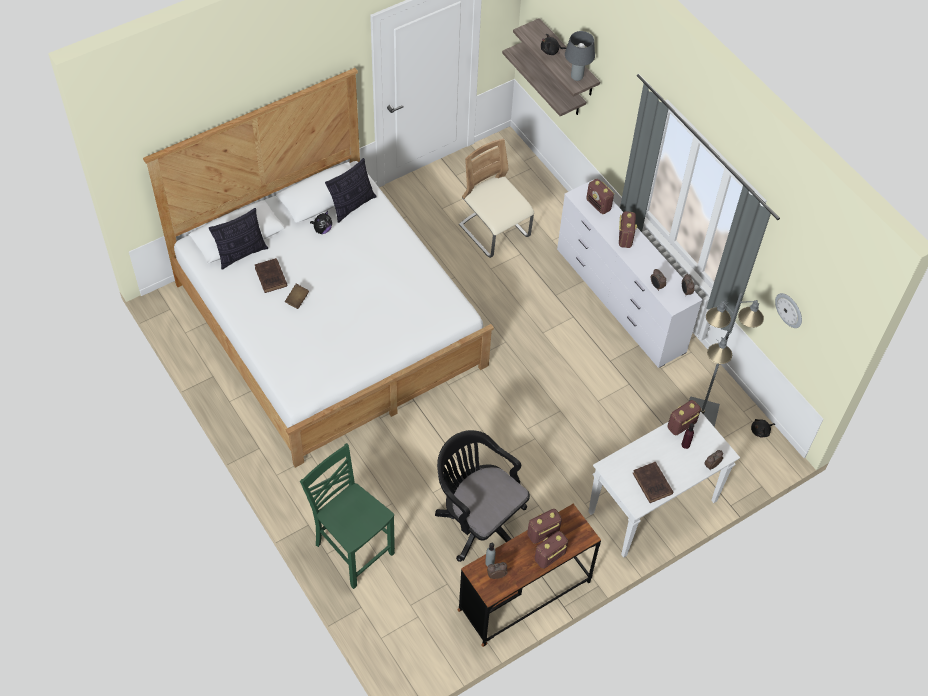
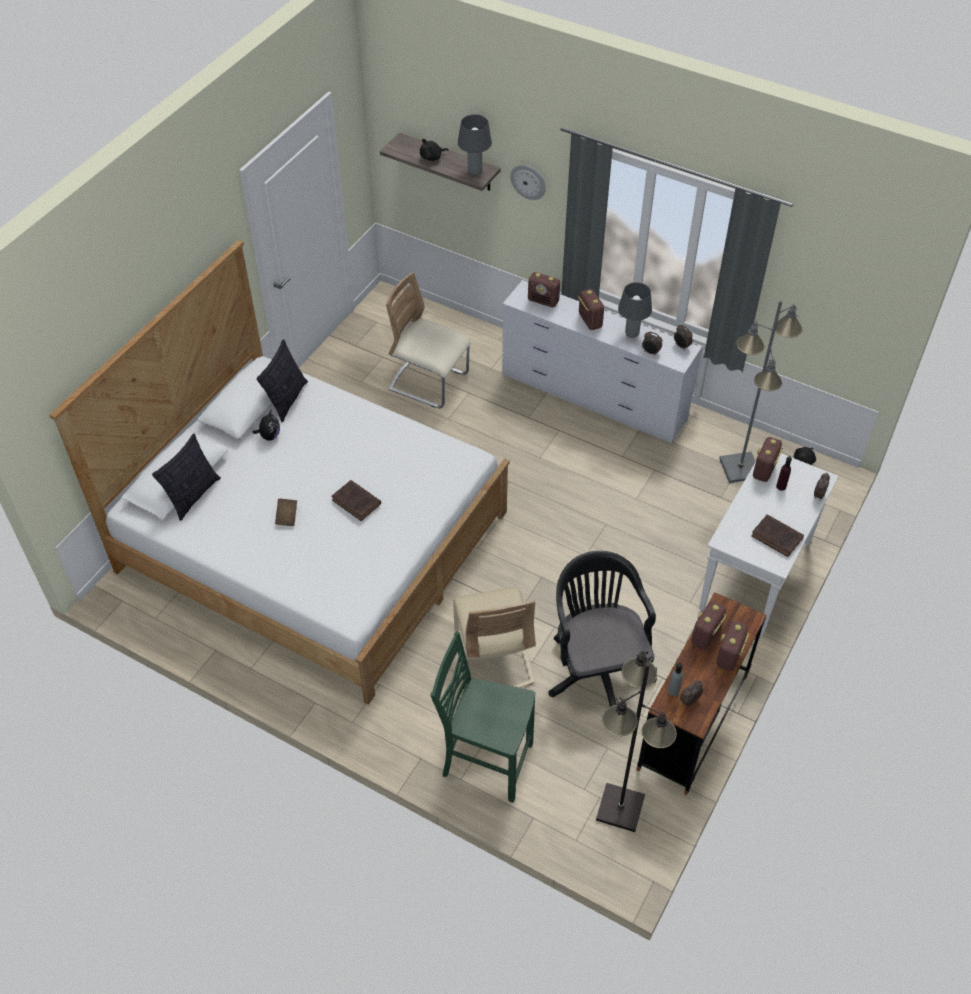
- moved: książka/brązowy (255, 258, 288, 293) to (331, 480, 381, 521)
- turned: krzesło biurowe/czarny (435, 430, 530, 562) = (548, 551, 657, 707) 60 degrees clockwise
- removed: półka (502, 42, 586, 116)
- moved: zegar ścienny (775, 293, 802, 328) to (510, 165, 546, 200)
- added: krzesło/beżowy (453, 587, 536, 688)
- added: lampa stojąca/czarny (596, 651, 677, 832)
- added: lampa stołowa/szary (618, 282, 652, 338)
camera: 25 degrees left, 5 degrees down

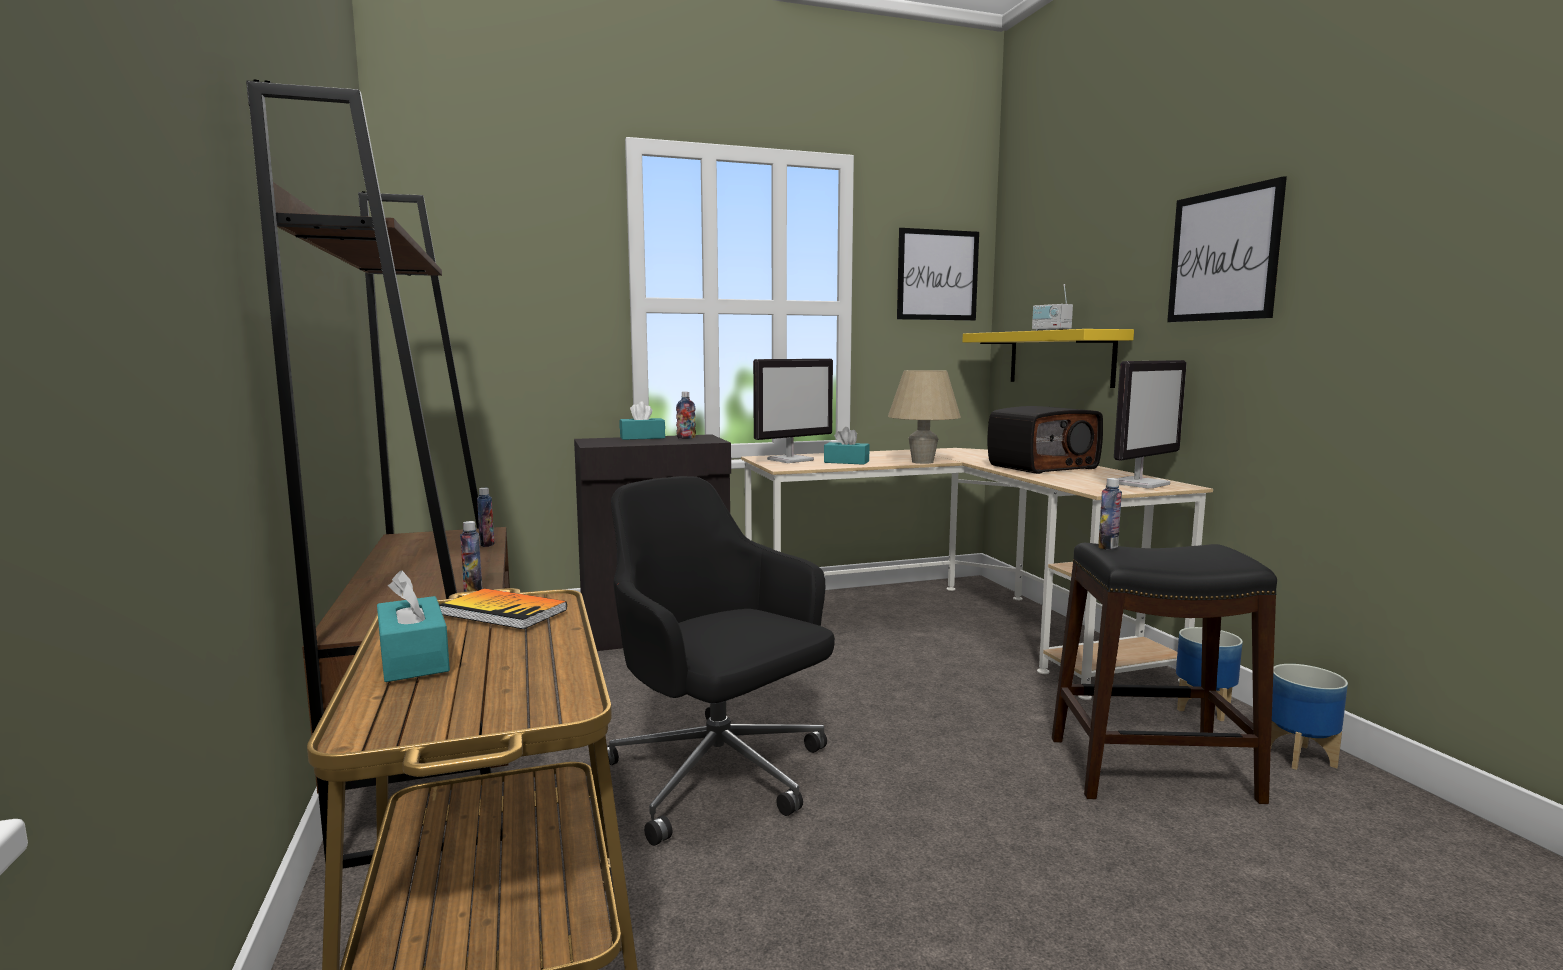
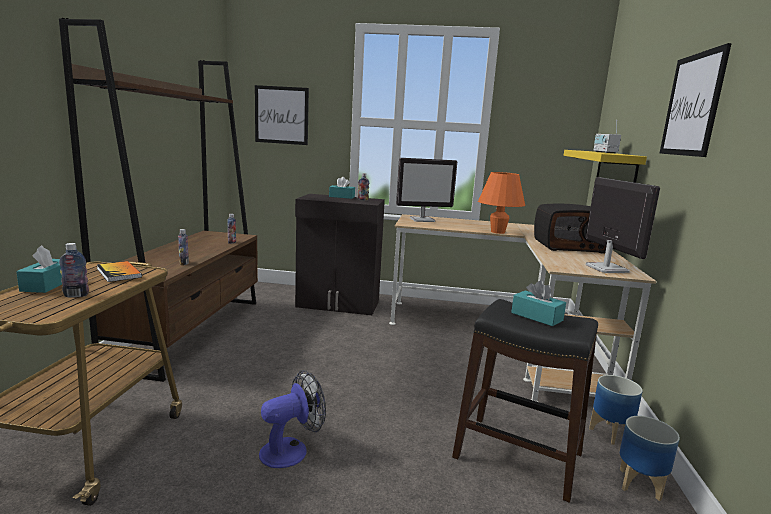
- removed: krzesło biurowe/czarny (607, 476, 835, 846)
- moved: pudełko chusteczek/turkusowy (824, 427, 870, 465) to (511, 280, 566, 326)
- recoloured: lampa stołowa/beżowy (888, 370, 961, 464) to lampa stołowa/pomarańczowy (478, 172, 525, 234)
- moved: obraz (897, 228, 979, 321) to (255, 85, 309, 145)
- moved: butelka (1098, 478, 1122, 549) to (59, 243, 89, 298)
- turned: monitor (1114, 360, 1187, 489) = (586, 177, 660, 273) 90 degrees counterclockwise
- added: wentylator (259, 370, 326, 468)
camera: 25 degrees right, 5 degrees up

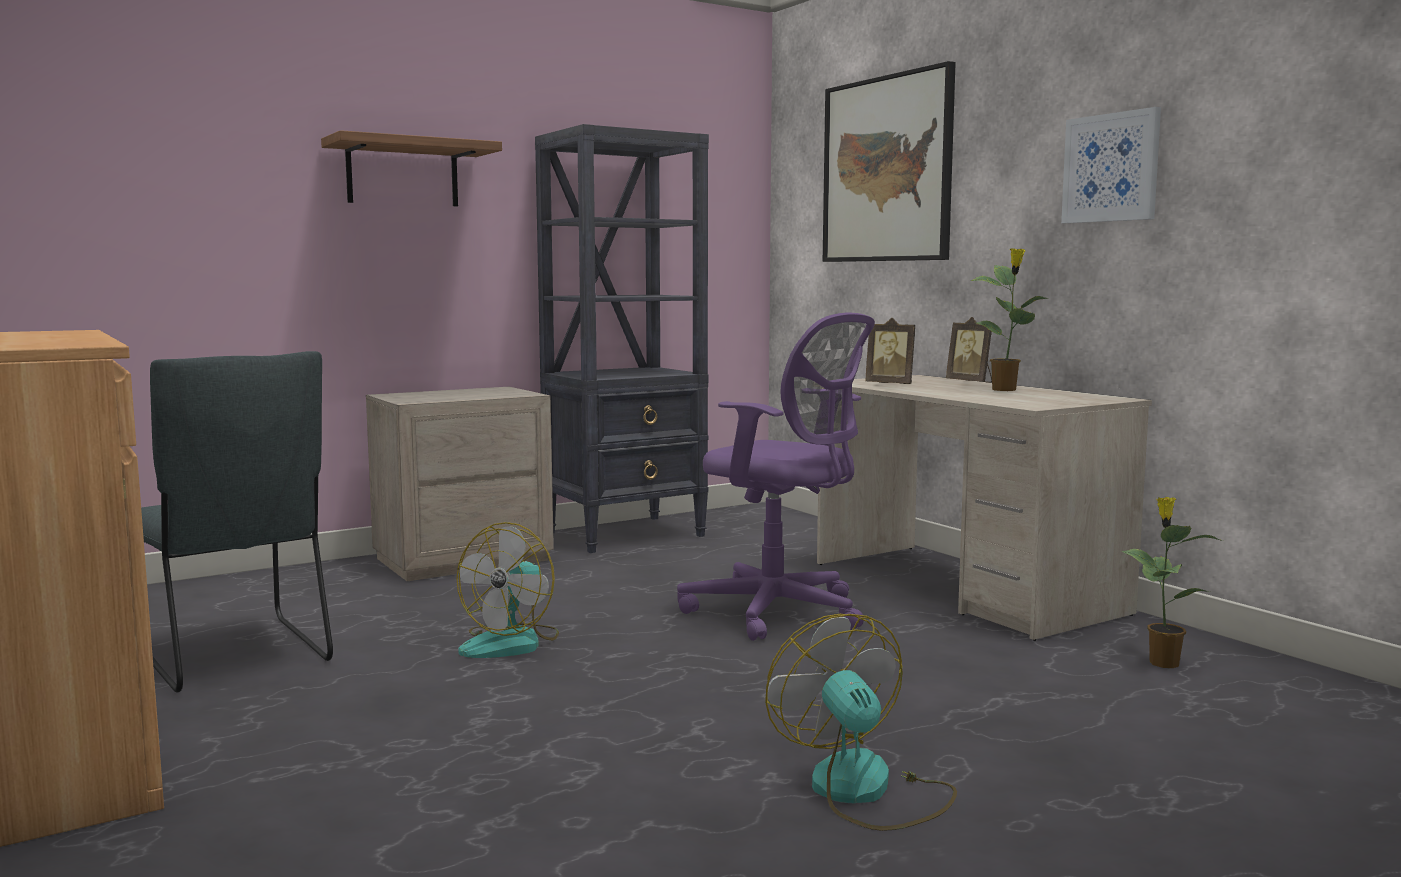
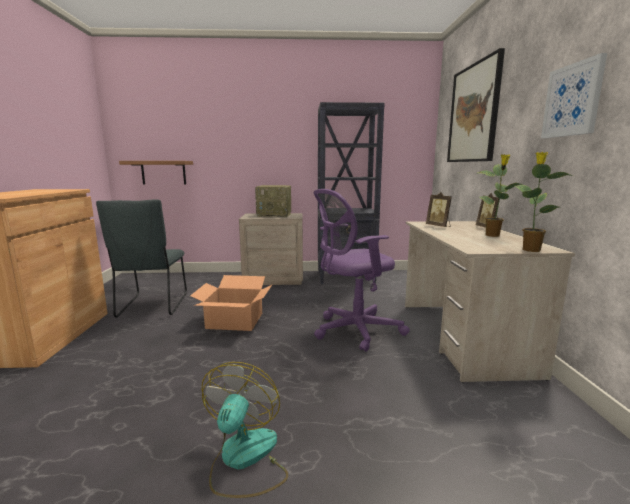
- moved: półka (321, 130, 502, 206) to (119, 161, 193, 185)
- replaced: wentylator (456, 522, 559, 658) to karton (190, 275, 273, 331)
- turned: krzesło biurowe/fioletowy (677, 313, 875, 641) = (314, 189, 410, 352) 90 degrees clockwise
- moved: roślina doniczkowa (1121, 497, 1223, 668) to (514, 152, 573, 252)
- added: radio (255, 185, 291, 217)
camera: 30 degrees right, 5 degrees up

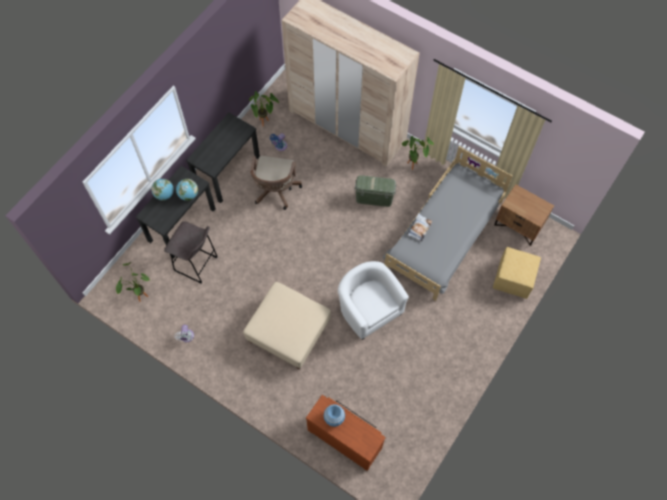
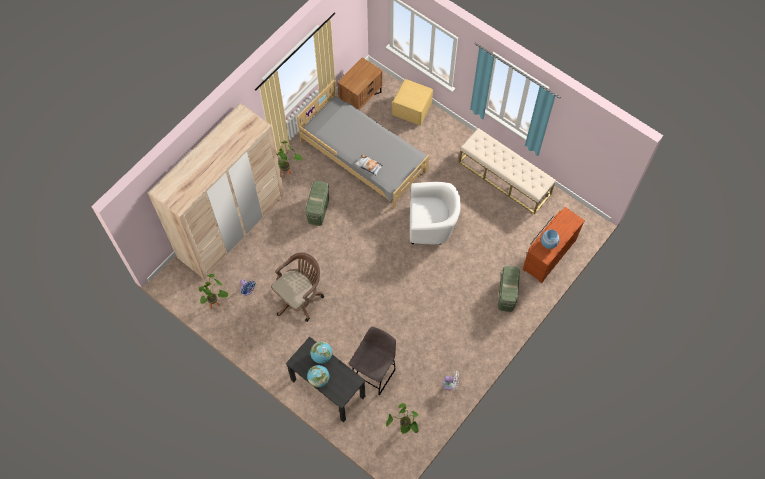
- removed: biurko/czarny (186, 113, 260, 203)
- removed: pufa/beżowy (243, 282, 331, 369)
- turned: krzesło biurowe/brązowy (250, 156, 302, 210) = (271, 253, 324, 322) 60 degrees counterclockwise
- turned: fotel/biały (338, 261, 409, 340) = (410, 182, 460, 244) 150 degrees counterclockwise
- added: ławka/beżowy (459, 128, 556, 214)
- added: pojemnik do przechowywania/zielony (498, 266, 520, 312)
camera: 85 degrees left, 0 degrees up

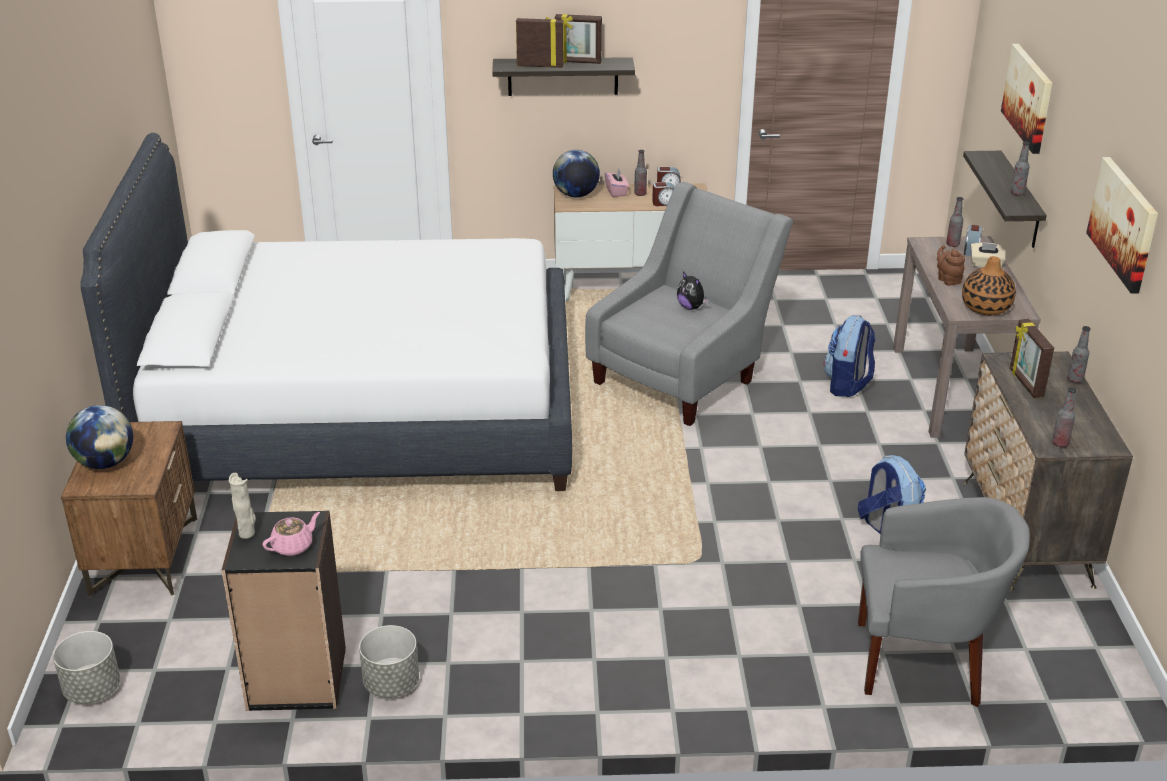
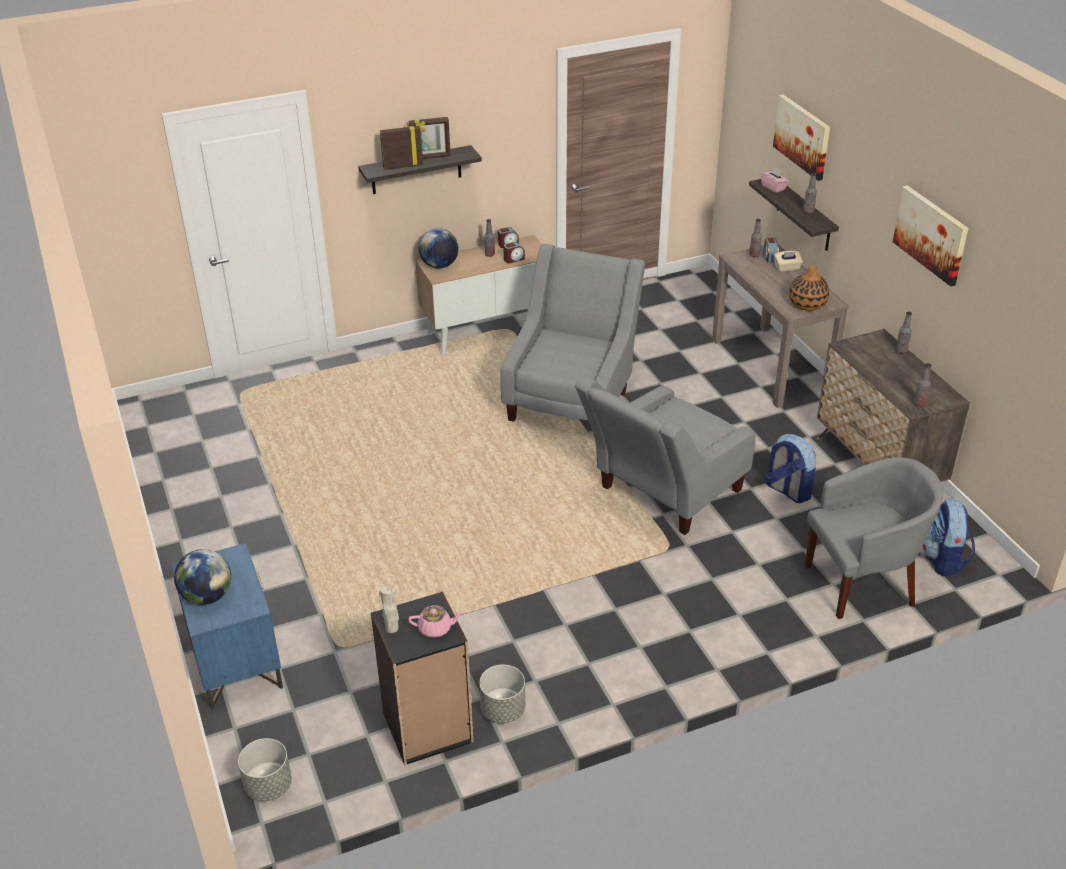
- recoloured: szafka nocna/brązowy (61, 421, 197, 597) to szafka nocna/niebieski (171, 543, 283, 710)
- removed: łóżko/biały (80, 133, 572, 491)
- turned: imbryk/różowy (262, 512, 320, 556) = (408, 605, 463, 638) 60 degrees clockwise
- moved: pudełko chusteczek/różowy (605, 169, 629, 197) to (761, 167, 789, 193)
- removed: pluszak (677, 272, 709, 310)
- moved: plecak (823, 315, 876, 397) to (922, 498, 975, 576)
- removed: imbryk/brązowy (937, 245, 965, 286)
- removed: ramka na zdjęcie (1010, 319, 1054, 398)
- added: fotel/szary (575, 376, 756, 535)
camera: 20 degrees left, 5 degrees up

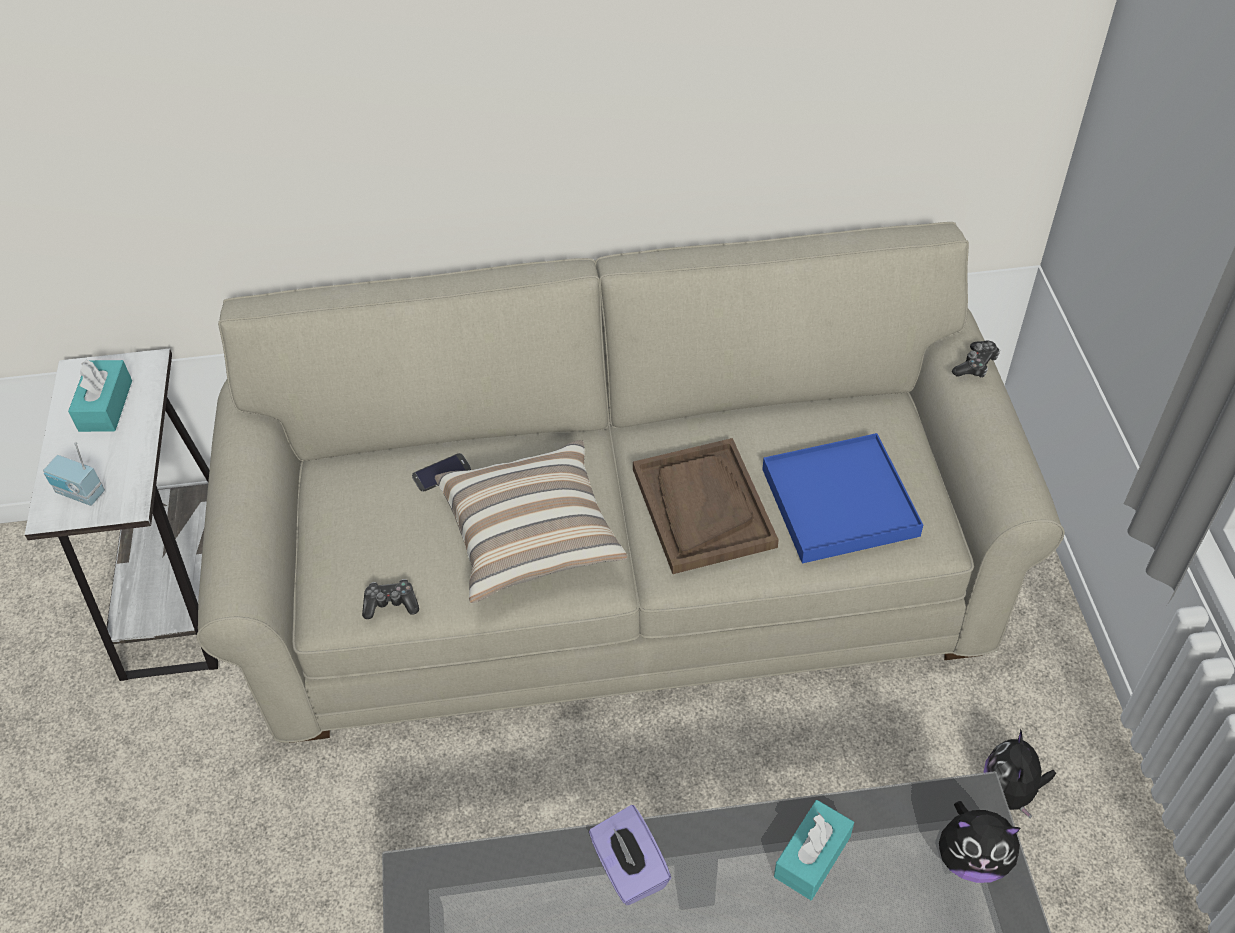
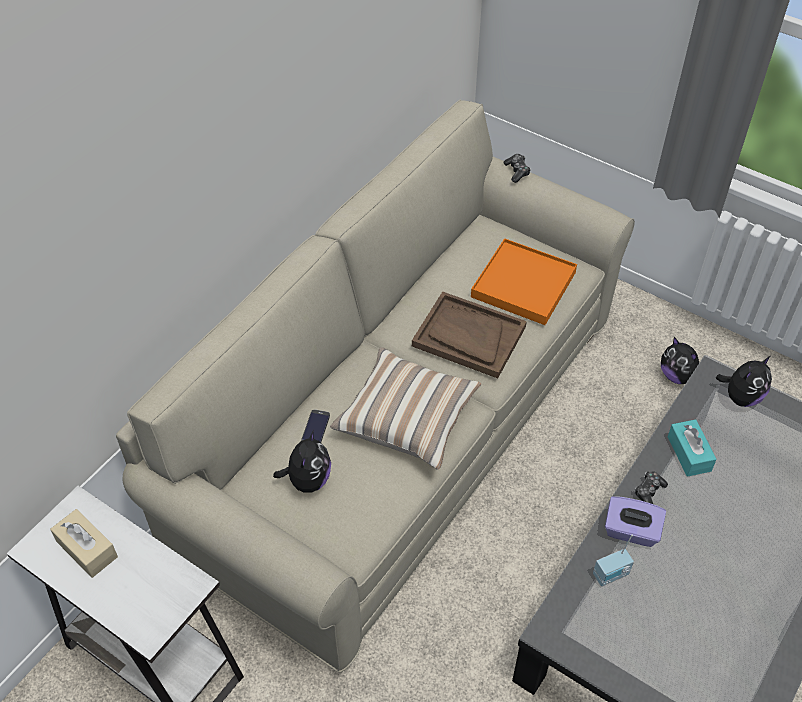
- moved: radio (43, 442, 105, 506) to (593, 535, 634, 586)
- recoloured: pudełko chusteczek/turkusowy (68, 359, 132, 432) to pudełko chusteczek/beżowy (50, 509, 118, 578)
- moved: pad do gier (362, 579, 419, 619) to (635, 471, 668, 504)
- recoloured: taca/niebieski (762, 433, 923, 564) to taca/pomarańczowy (471, 238, 577, 325)
- added: pluszak (273, 430, 331, 493)
camera: 50 degrees left, 0 degrees up

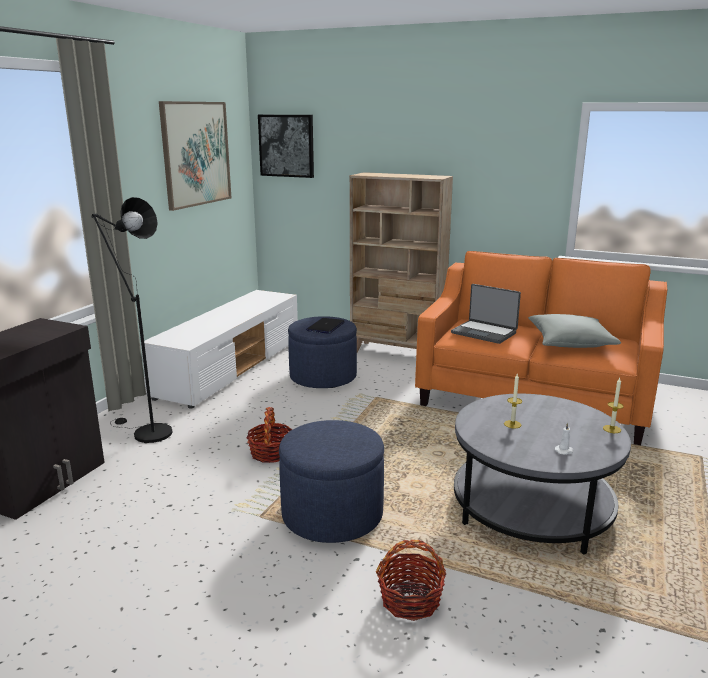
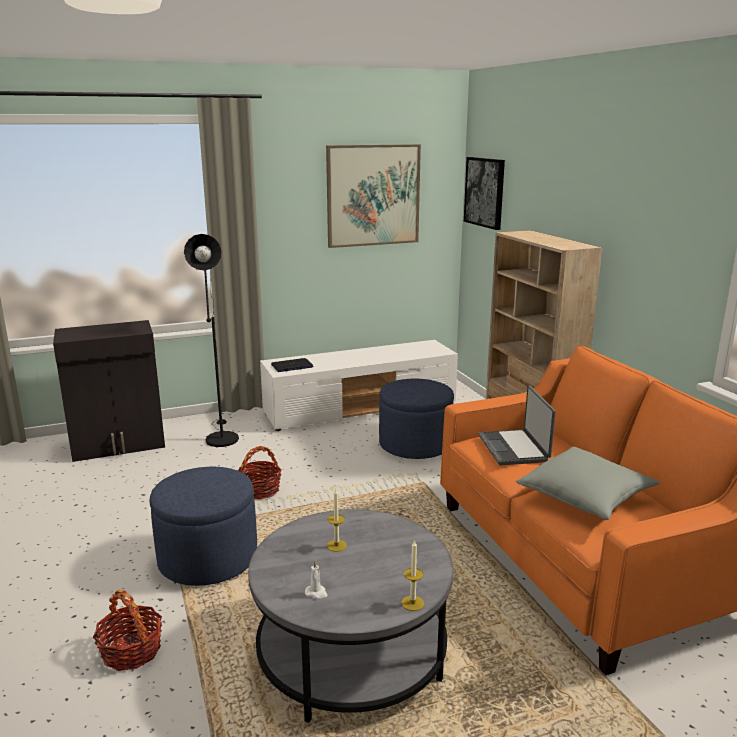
- moved: laptop (306, 318, 345, 334) to (271, 358, 314, 372)
camera: 45 degrees right, 0 degrees up

